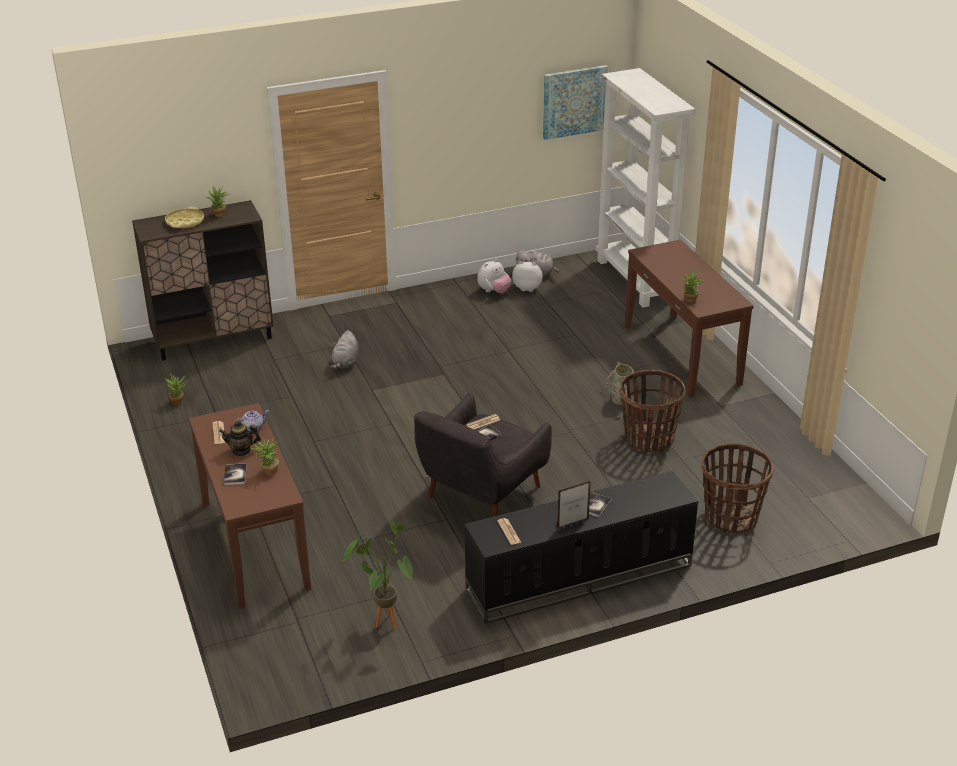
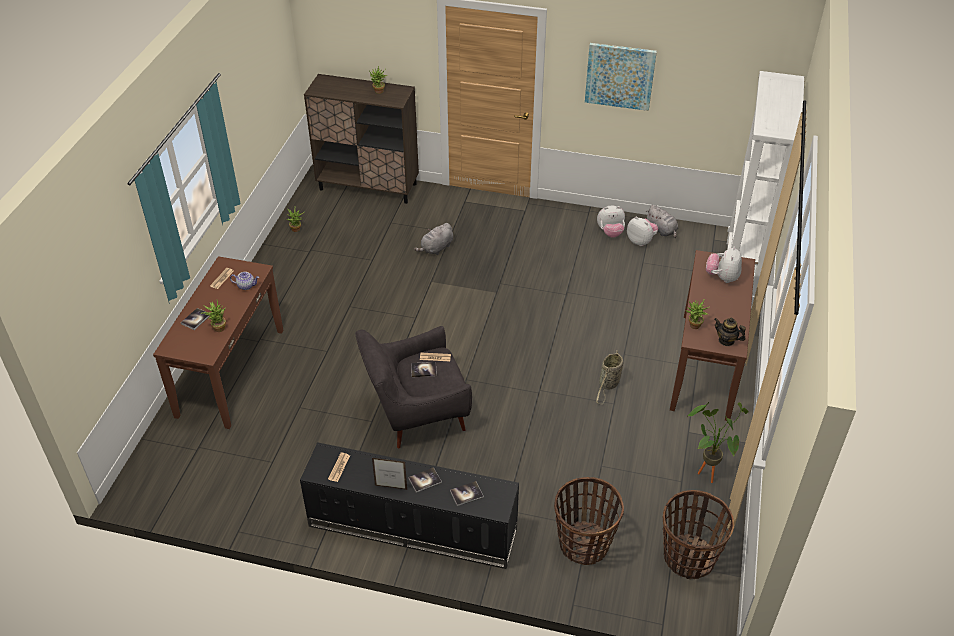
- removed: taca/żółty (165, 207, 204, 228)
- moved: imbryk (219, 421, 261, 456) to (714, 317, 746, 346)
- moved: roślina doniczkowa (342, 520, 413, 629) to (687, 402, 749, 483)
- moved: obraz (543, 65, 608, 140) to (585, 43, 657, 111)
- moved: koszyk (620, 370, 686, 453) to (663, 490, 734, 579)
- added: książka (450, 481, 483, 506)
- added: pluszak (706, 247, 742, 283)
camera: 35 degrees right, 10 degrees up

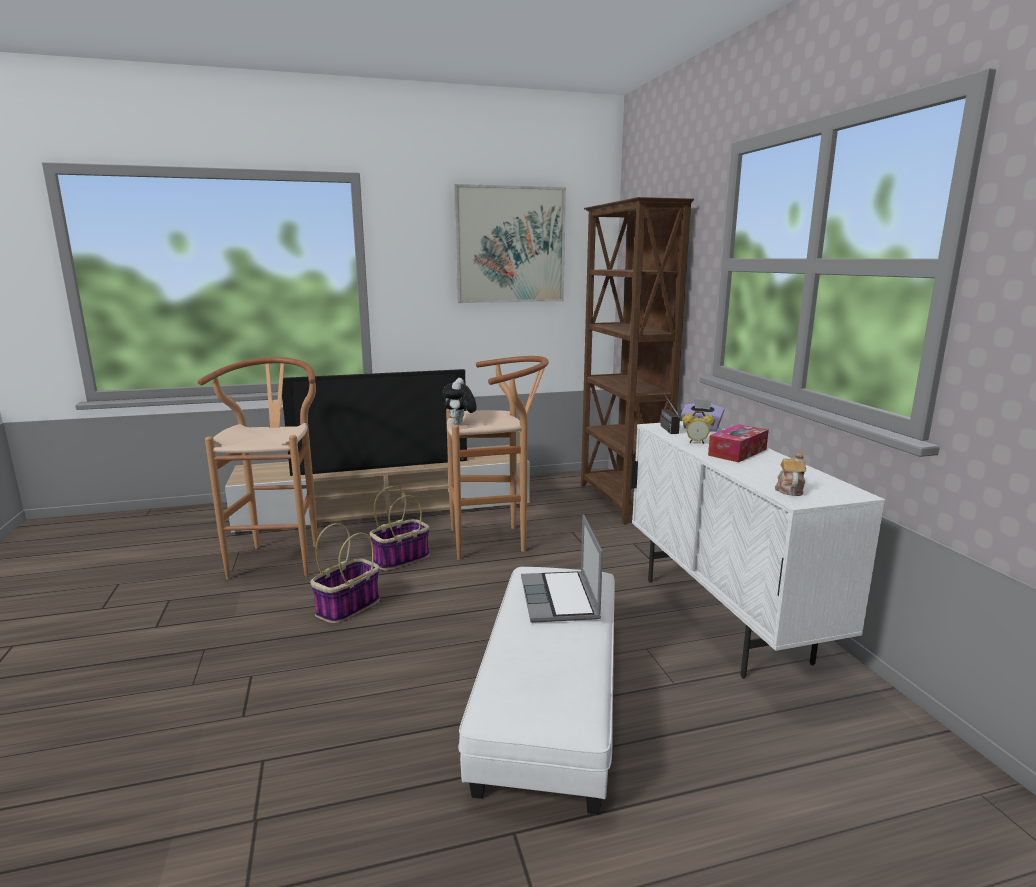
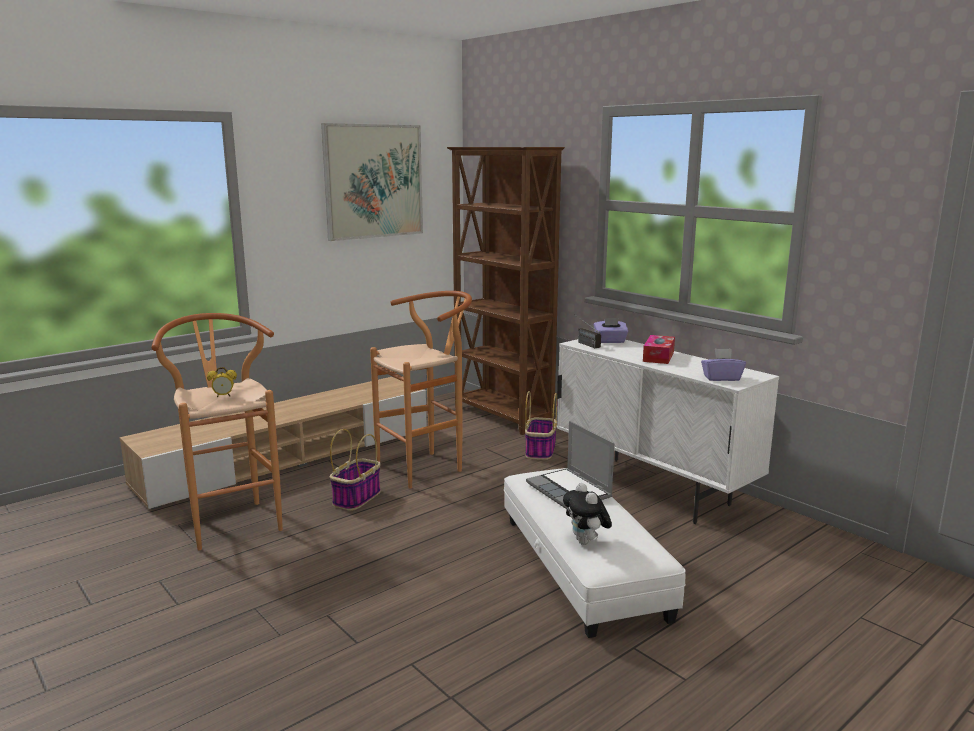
- removed: telewizor (282, 369, 467, 476)
- moved: koszyk (310, 523, 380, 623) to (525, 391, 557, 460)
- moved: pluszak (442, 378, 477, 425) to (563, 483, 612, 545)
- moved: budzik (682, 411, 715, 444) to (207, 367, 237, 397)
- replaced: imbryk (775, 452, 806, 496) to pudełko chusteczek/fioletowy (701, 349, 746, 381)
camera: 25 degrees left, 0 degrees up

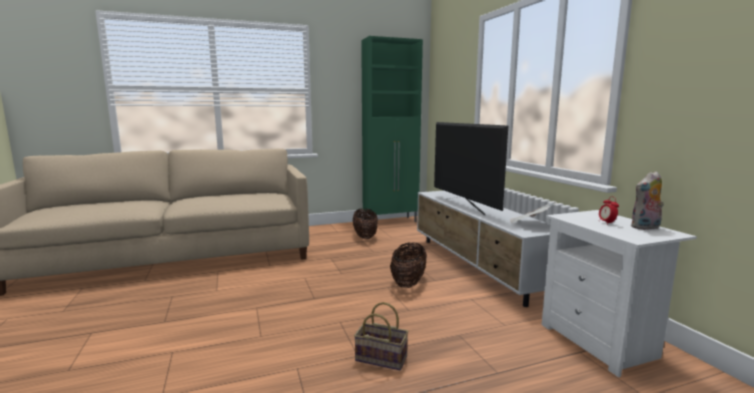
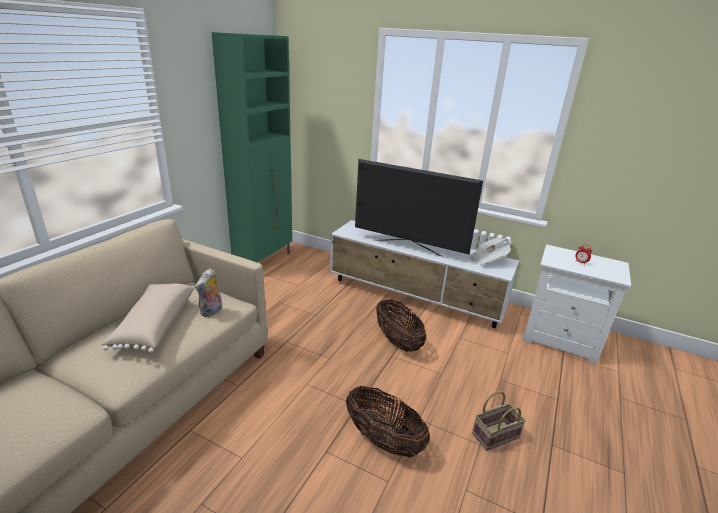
- moved: koszyk (353, 208, 378, 239) to (346, 386, 430, 458)
- moved: pluszak (631, 171, 664, 230) to (195, 268, 222, 317)
- added: poduszka/beżowy (101, 283, 194, 353)
camera: 45 degrees left, 15 degrees up

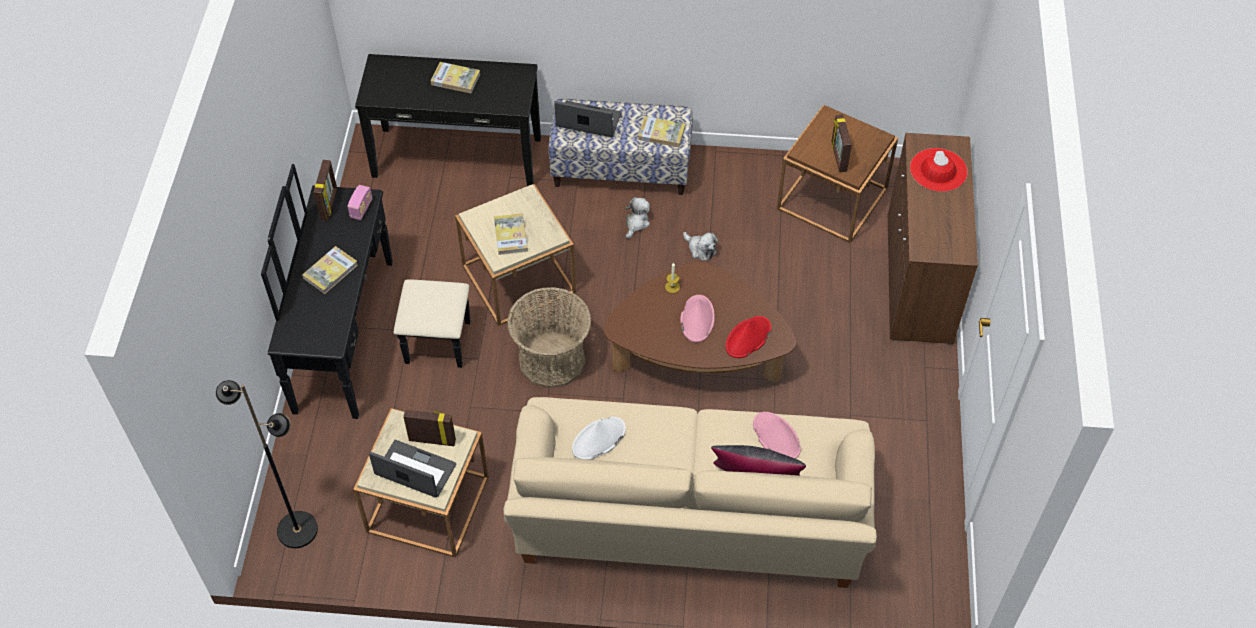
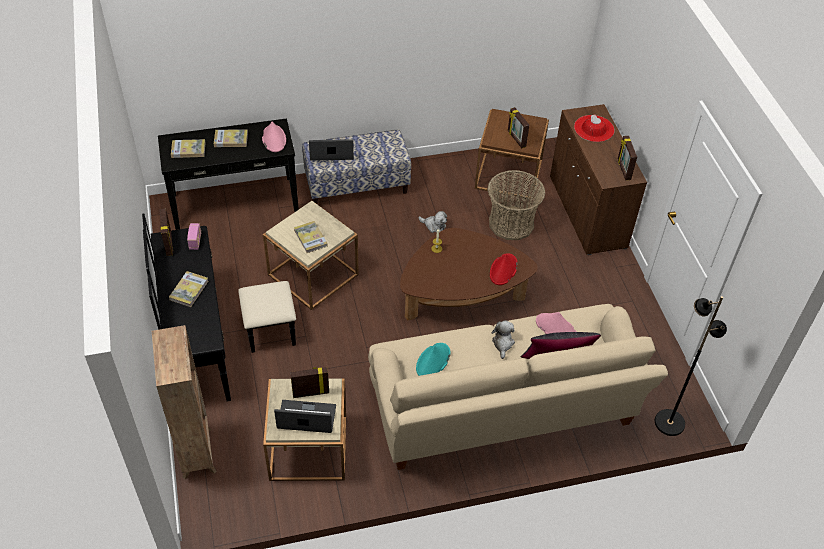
- moved: lampa stojąca/czarny (216, 380, 318, 548) to (655, 296, 727, 436)
- moved: koszyk (507, 287, 591, 388) to (488, 170, 545, 240)
- recoloured: kapelusz/biały (572, 417, 626, 460) to kapelusz/turkusowy (416, 343, 451, 376)
- moved: pluszak (625, 197, 650, 239) to (491, 320, 515, 359)
- moved: książka (638, 116, 685, 147) to (171, 139, 206, 158)
- moved: kapelusz/różowy (680, 295, 715, 342) to (262, 122, 286, 152)
- added: regał/brązowy (152, 325, 216, 479)
- added: ramka na zdjęcie (618, 136, 637, 180)
camera: 20 degrees left, 5 degrees down

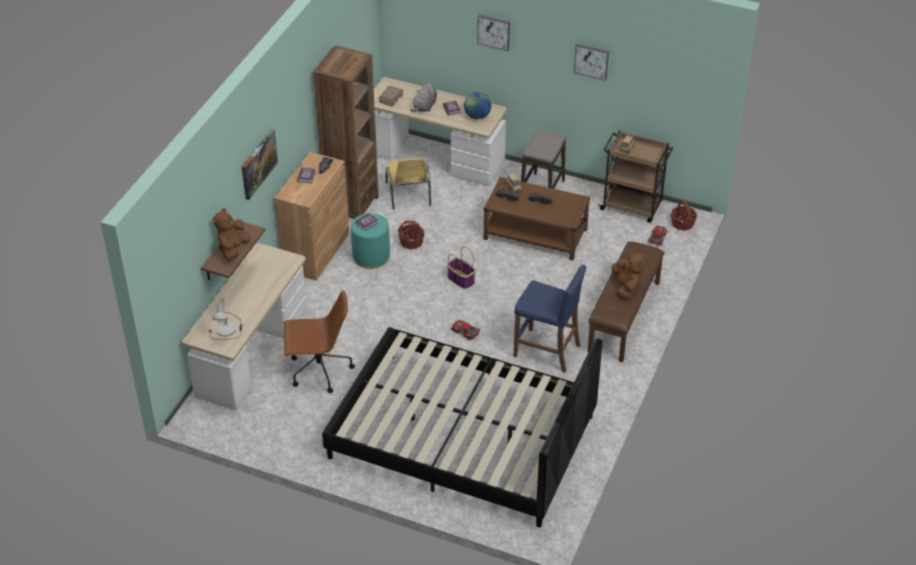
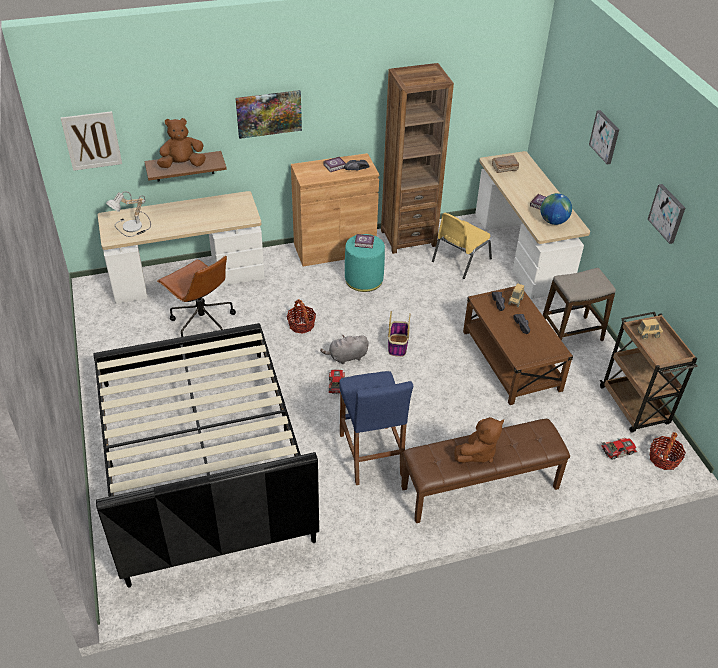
- moved: koszyk (398, 220, 425, 249) to (286, 299, 316, 333)
- moved: pluszak/szary (410, 82, 437, 112) to (320, 335, 369, 364)
- added: obraz (61, 111, 122, 171)
camera: 50 degrees right, 0 degrees up

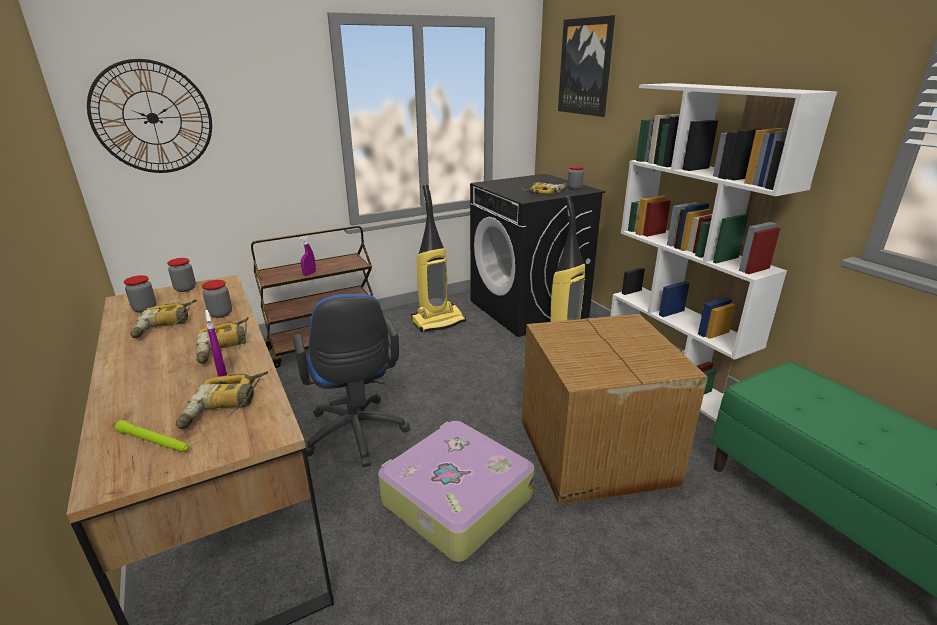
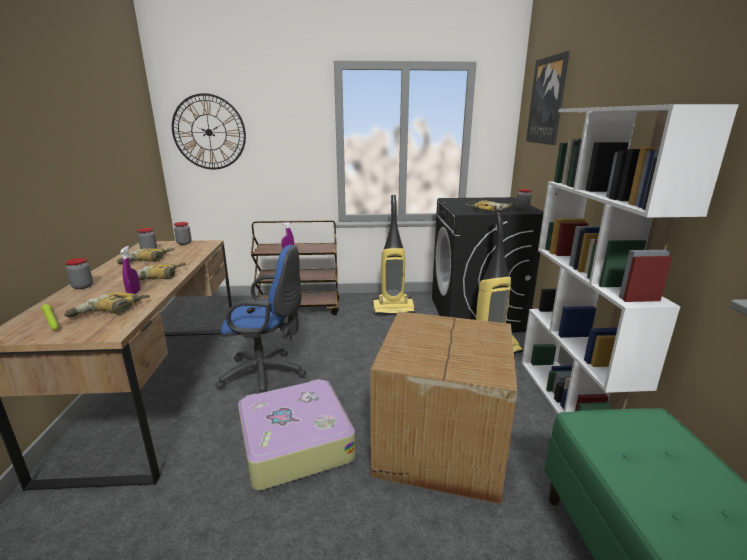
- moved: słoik (202, 280, 232, 318) to (65, 258, 93, 289)
- turned: krzesło biurowe/niebieski (293, 294, 410, 467) = (215, 245, 306, 393) 90 degrees counterclockwise
camera: 25 degrees right, 5 degrees down

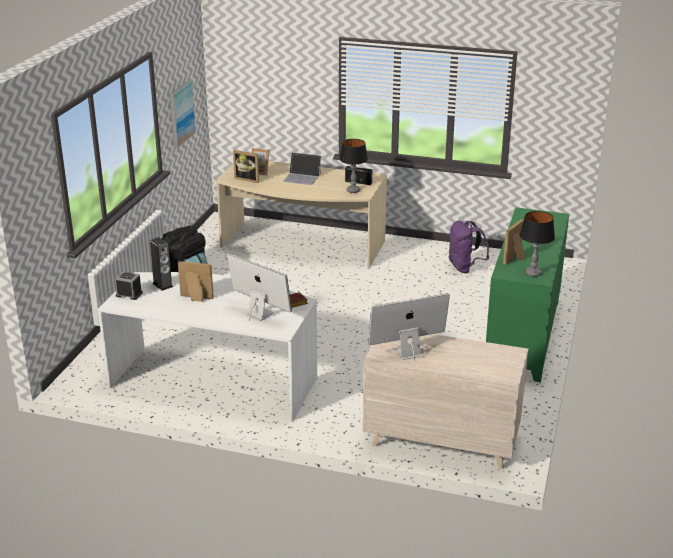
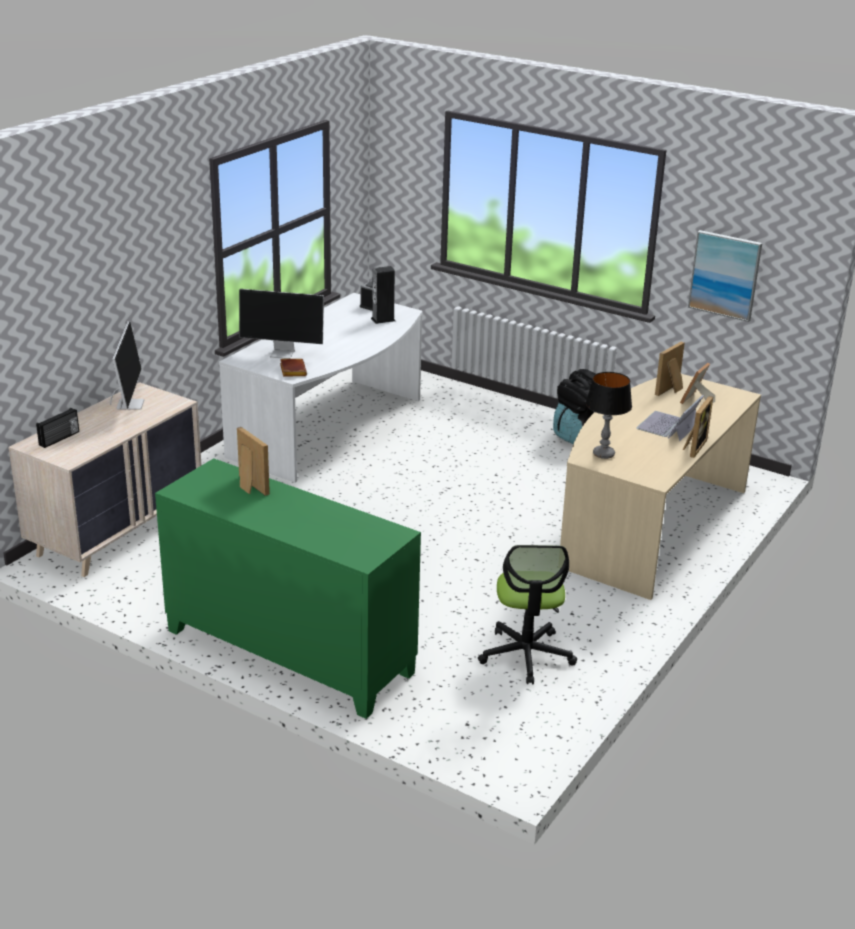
- moved: ramka na zdjęcie (178, 261, 214, 302) to (683, 396, 713, 458)
- turned: monitor (227, 253, 292, 321) = (239, 289, 324, 359) 45 degrees clockwise
- moved: radio (345, 166, 372, 185) to (36, 408, 79, 448)
- replaced: plecak/fioletowy (449, 221, 489, 273) to krzesło biurowe (478, 545, 577, 684)
- removed: lampa stołowa (520, 211, 555, 277)
camera: 105 degrees right, 0 degrees up

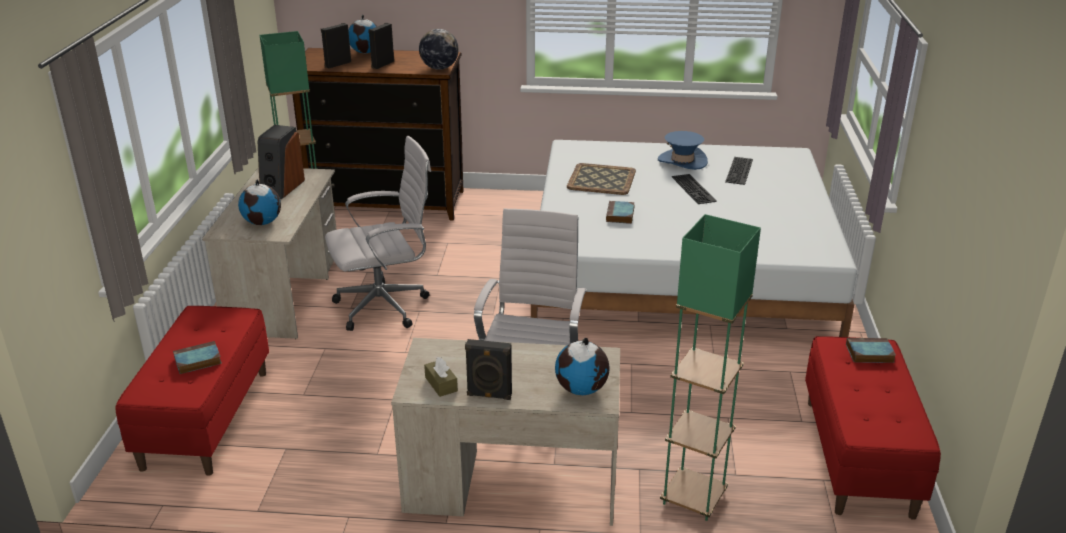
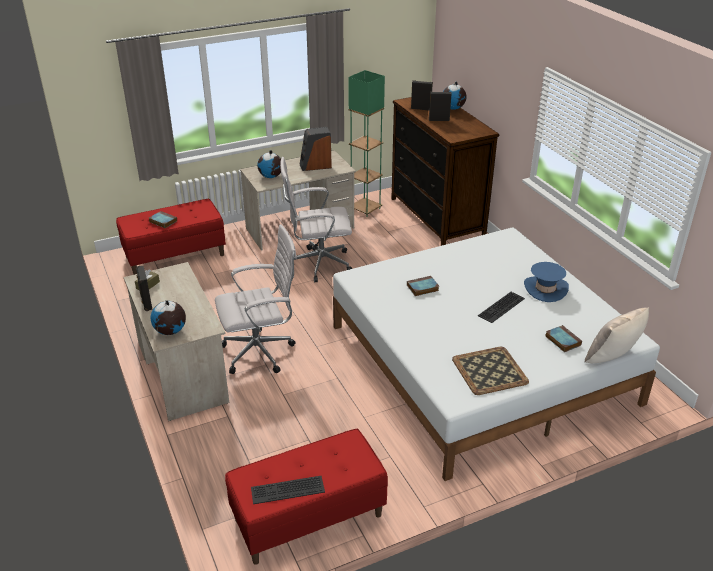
- turned: krzesło biurowe/biały (325, 136, 431, 331) = (280, 157, 353, 282) 135 degrees clockwise
- removed: globus (419, 29, 459, 70)
- moved: taca (567, 163, 636, 195) to (452, 347, 529, 395)
- removed: lampa stojąca/zielony (660, 214, 761, 521)
- moved: klawiatura (725, 157, 753, 185) to (251, 476, 325, 504)
- moved: książka (846, 338, 896, 363) to (545, 325, 582, 352)
- added: poduszka/beżowy (584, 307, 649, 363)
camera: 60 degrees right, 5 degrees up

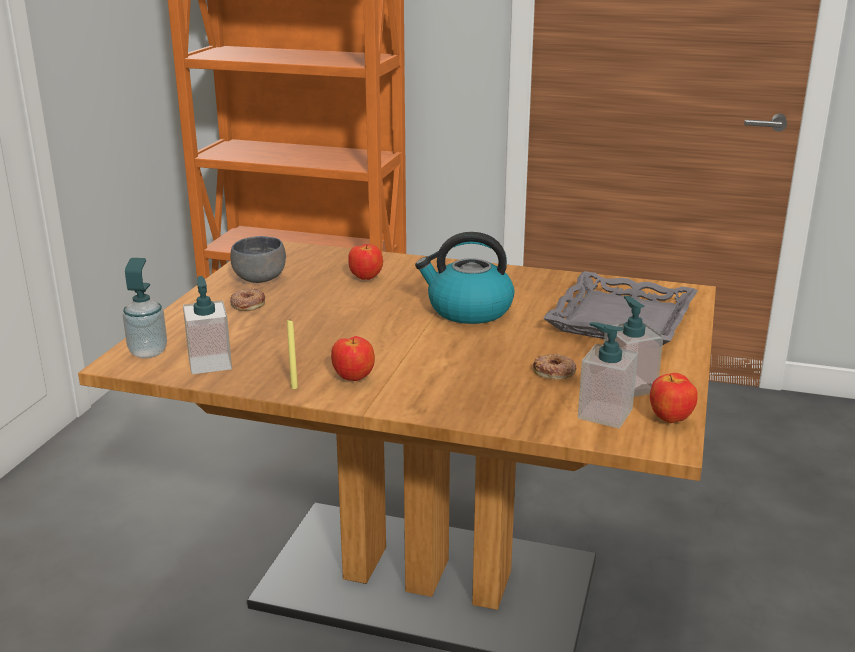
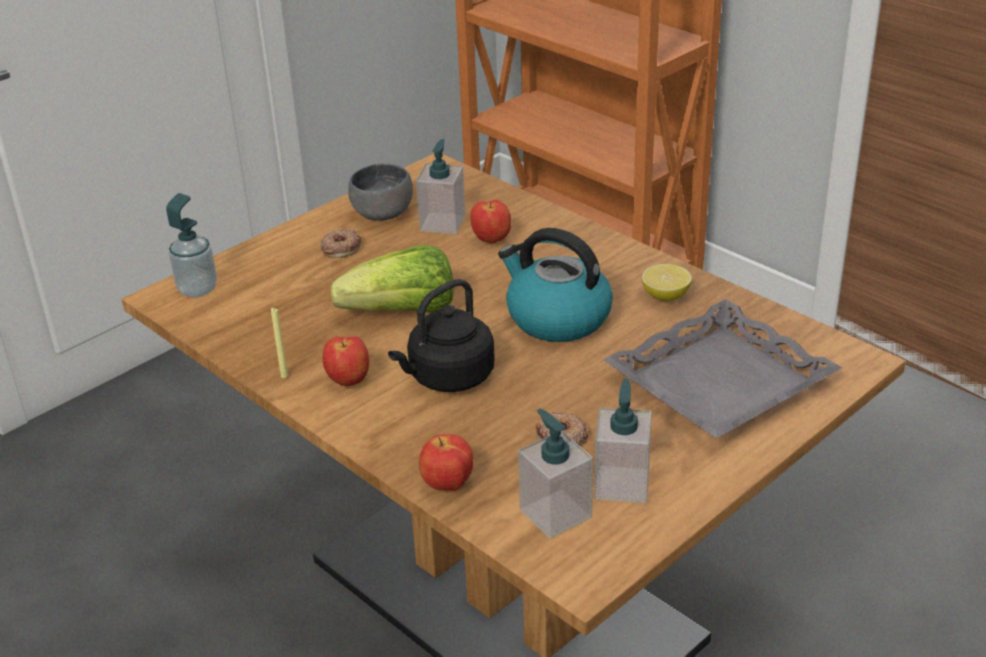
- moved: dozownik mydła (183, 276, 232, 374) to (416, 139, 466, 234)
- moved: jabłko (650, 373, 698, 423) to (419, 434, 473, 491)
- added: sałata (331, 245, 454, 313)
- added: czajnik/czarny (388, 279, 495, 392)
- added: cytryna (642, 264, 692, 301)
camera: 30 degrees right, 10 degrees up

